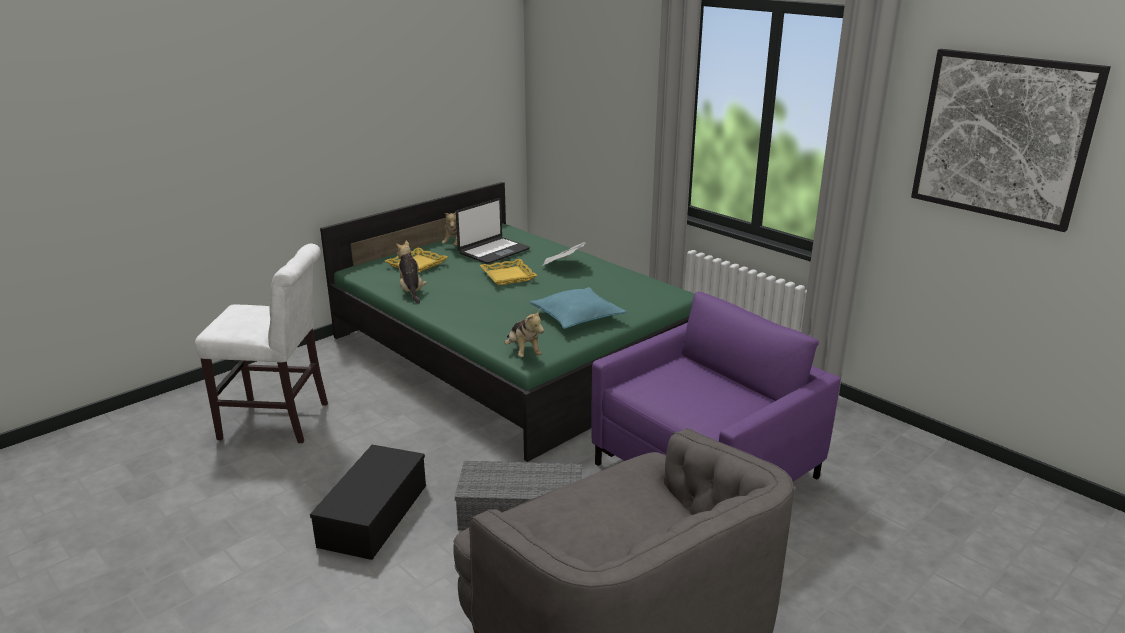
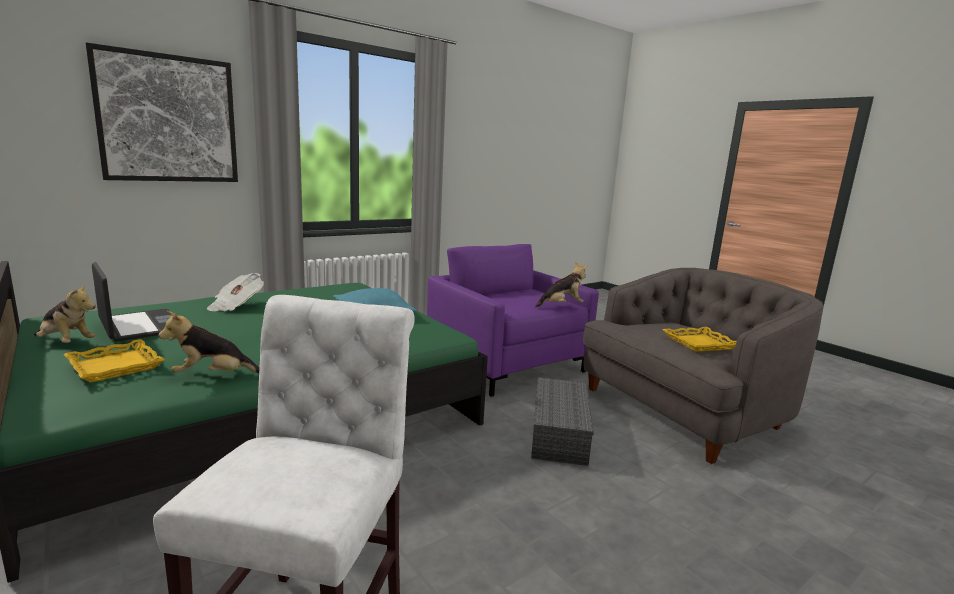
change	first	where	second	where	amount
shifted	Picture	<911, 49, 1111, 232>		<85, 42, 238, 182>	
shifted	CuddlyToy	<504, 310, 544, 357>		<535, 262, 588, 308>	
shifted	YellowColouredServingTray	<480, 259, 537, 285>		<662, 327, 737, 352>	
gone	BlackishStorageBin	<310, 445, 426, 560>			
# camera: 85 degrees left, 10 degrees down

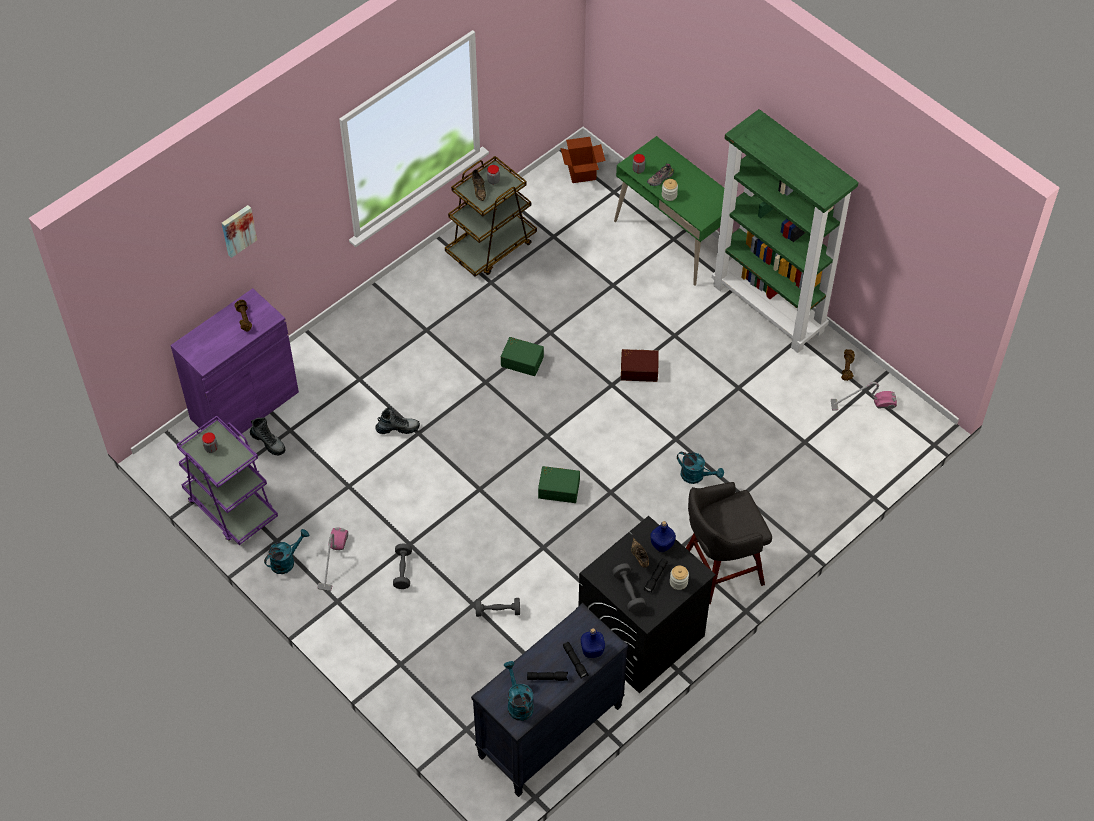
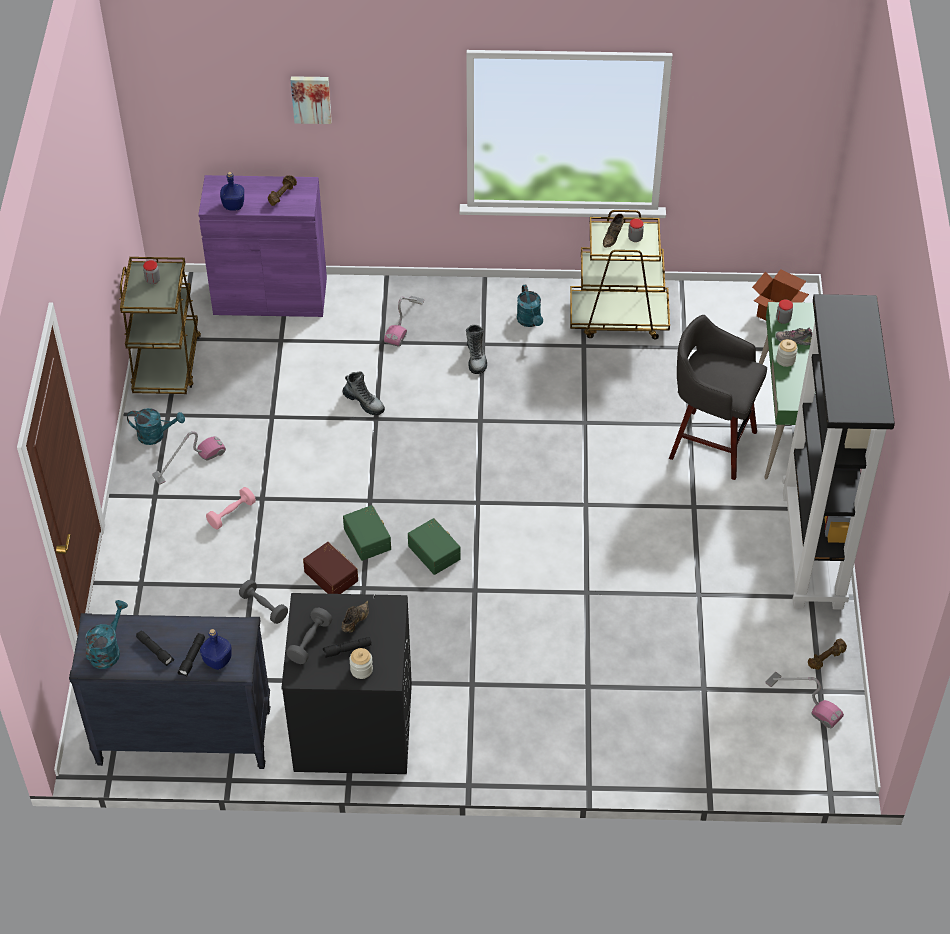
change	first	where	second	where	amount
repainted	PurpleWheeledCart	<176, 416, 278, 545>	BrownishWheeledCart	<119, 257, 201, 394>	
repainted	GreyishDumbbell	<393, 543, 412, 589>	PinkDumbbell	<206, 487, 256, 530>	
shifted	BlueColouredDrinkBottle	<650, 521, 676, 552>		<220, 172, 244, 211>	
shifted	BrownishStorageBin	<621, 349, 659, 382>		<303, 542, 358, 594>	
shifted	GreenStorageBin	<501, 337, 544, 376>		<343, 505, 391, 561>	
new			Vacuum	<384, 296, 424, 347>	
shifted	HighTopBoot	<250, 417, 285, 455>		<466, 325, 487, 374>	
shifted	BlueGreenSprinklingCan	<677, 452, 724, 484>		<517, 284, 543, 327>	
shifted	GreyishStoolSeat	<686, 482, 772, 604>		<669, 315, 767, 480>	
repainted	GreenBookshelf	<712, 109, 859, 353>	BlackishBookshelf	<782, 294, 895, 610>	
# camera: 45 degrees right, 5 degrees down

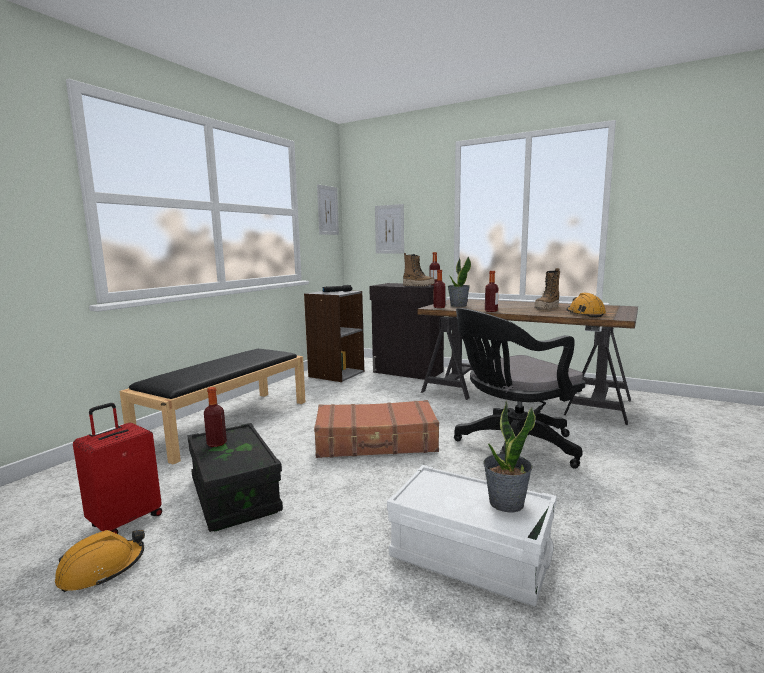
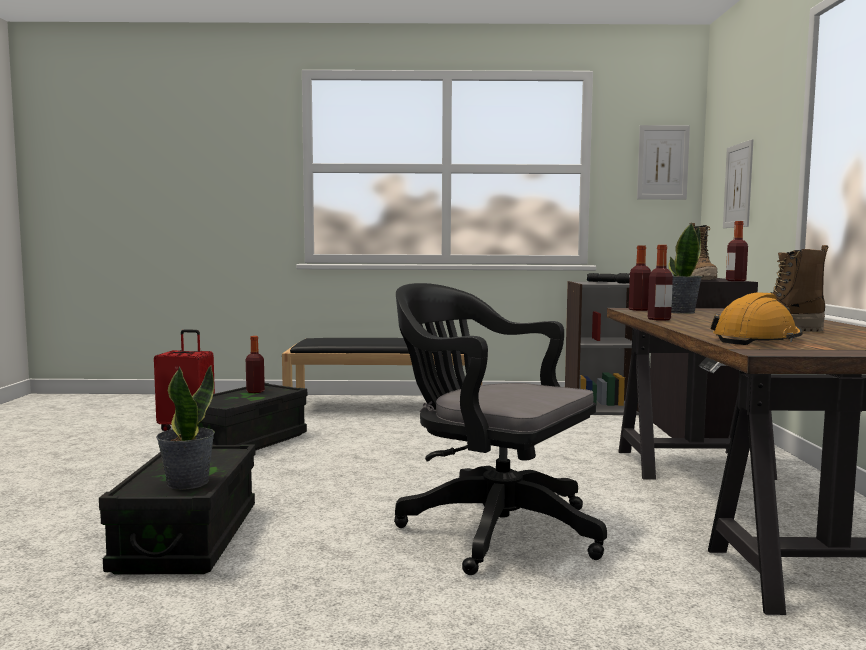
change	first	where	second	where	amount
repainted	WhitishStorageBin	<387, 465, 557, 606>	BlackishStorageBin	<99, 444, 256, 574>	
gone	OrangeColouredSafetyHelmet	<55, 530, 145, 592>			
gone	BrownishSuitcase	<314, 400, 439, 458>			
# camera: 60 degrees right, 5 degrees down

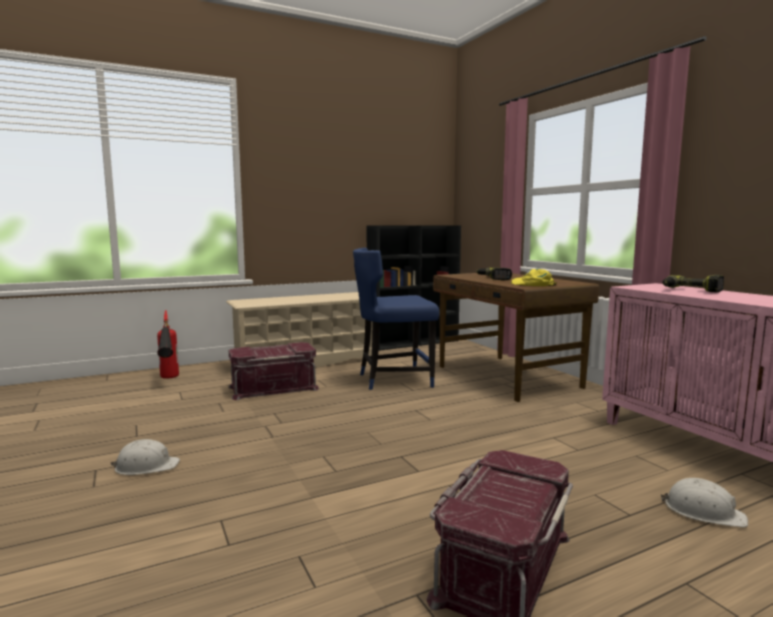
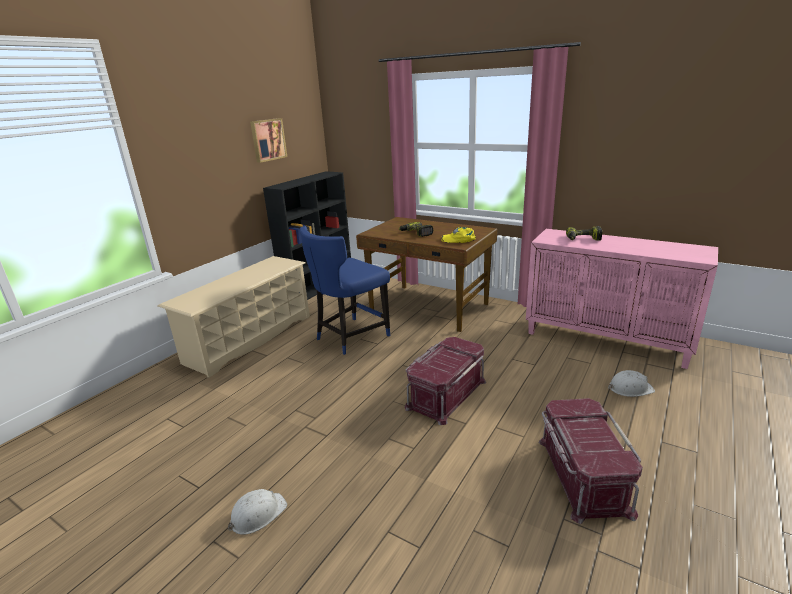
change	first	where	second	where	amount
new			Picture	<250, 118, 287, 163>	
shifted	RedStorageBin	<228, 342, 319, 400>		<405, 337, 486, 425>	
gone	Extinguisher	<157, 310, 179, 379>			
# camera: 30 degrees left, 15 degrees up

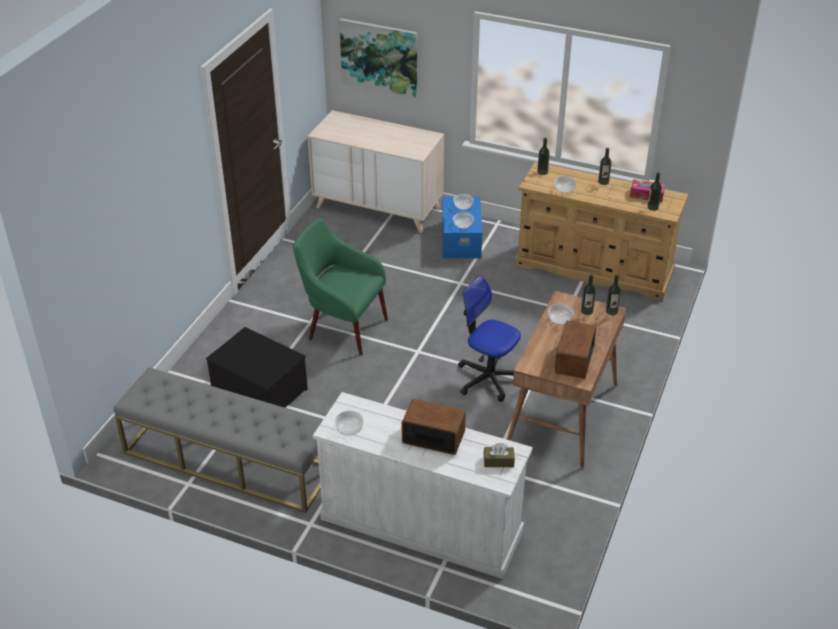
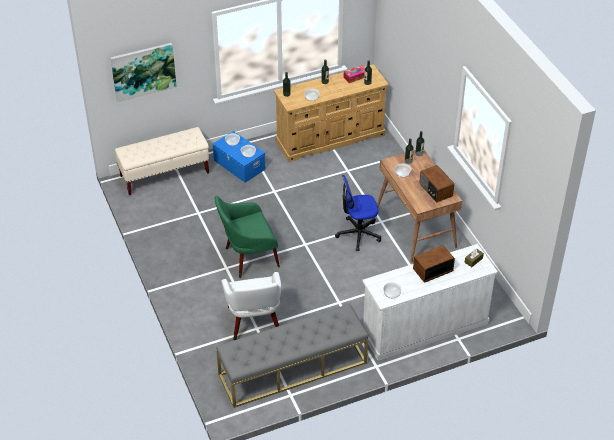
change	first	where	second	where	amount
swapped	BeigeChestOfDrawers	<308, 110, 444, 233>	BeigeIndoorBench	<115, 127, 209, 195>	
swapped	StorageBin	<206, 327, 308, 408>	WhitishEasyChair	<221, 272, 281, 340>	
# camera: 45 degrees left, 5 degrees up

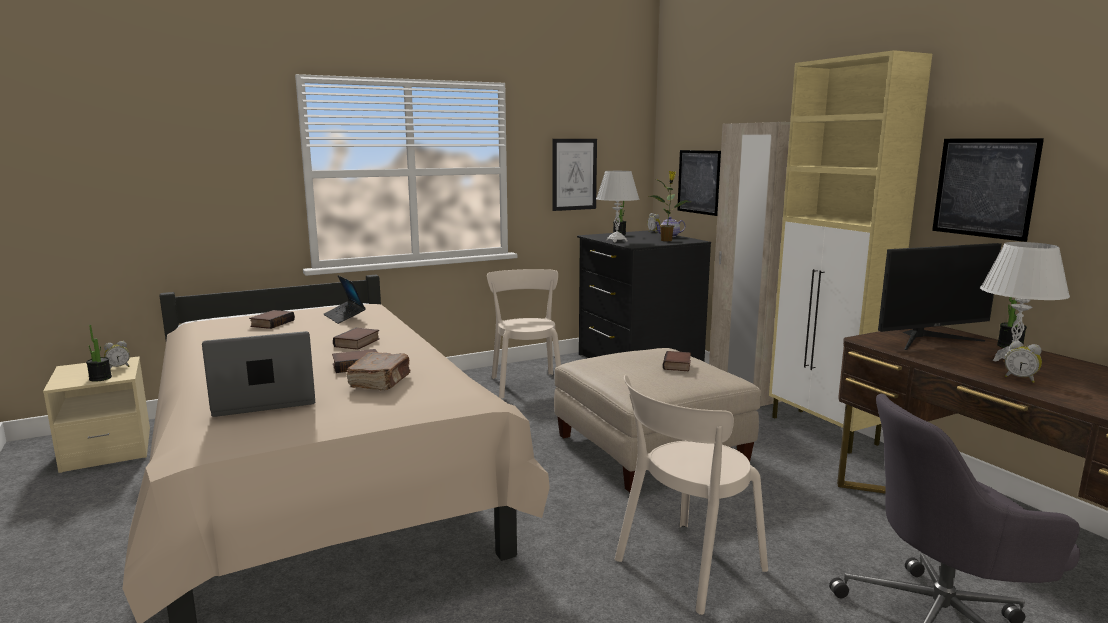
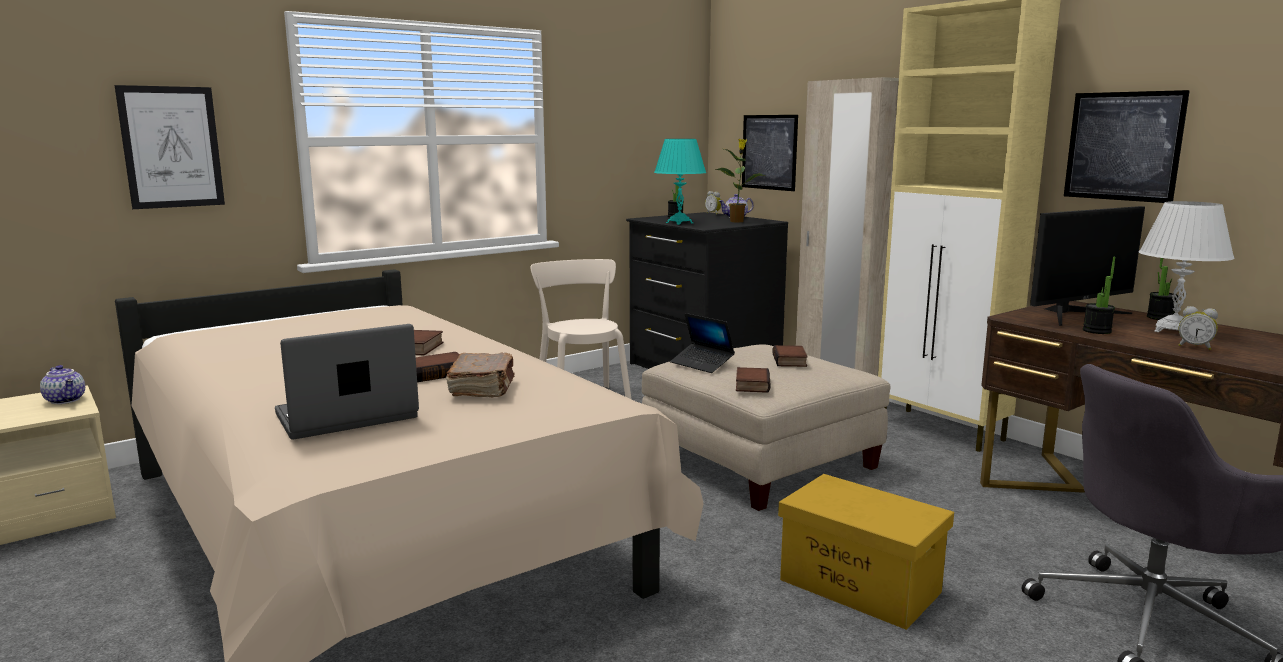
change	first	where	second	where	amount
swapped	TableClock	<104, 341, 130, 369>	TeaPot	<40, 365, 85, 404>	
shifted	Picture	<552, 139, 597, 211>		<115, 85, 225, 209>	
repainted	WhitishTabletopLamp	<596, 171, 639, 242>	BlueGreenTabletopLamp	<654, 139, 706, 225>	
shifted	NotebookComputer	<324, 275, 366, 324>		<670, 313, 735, 373>	
shifted	Volume	<249, 310, 295, 329>		<736, 367, 771, 393>	
swapped	BeigeChair	<615, 375, 768, 615>	YellowColouredStorageBin	<778, 474, 954, 630>	
shifted	Houseplant	<86, 325, 112, 382>		<1083, 257, 1115, 334>	
# camera: 10 degrees left, 0 degrees up

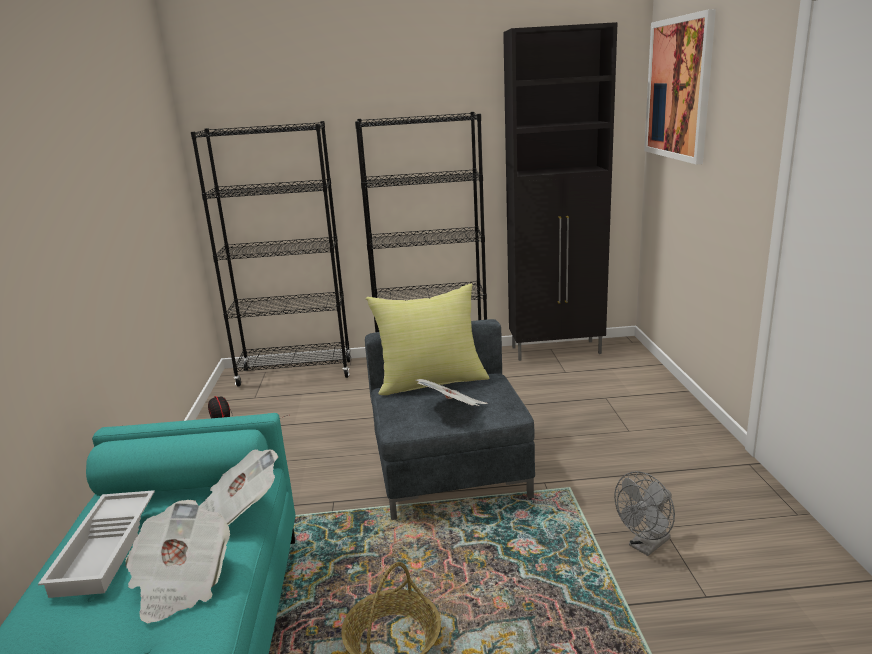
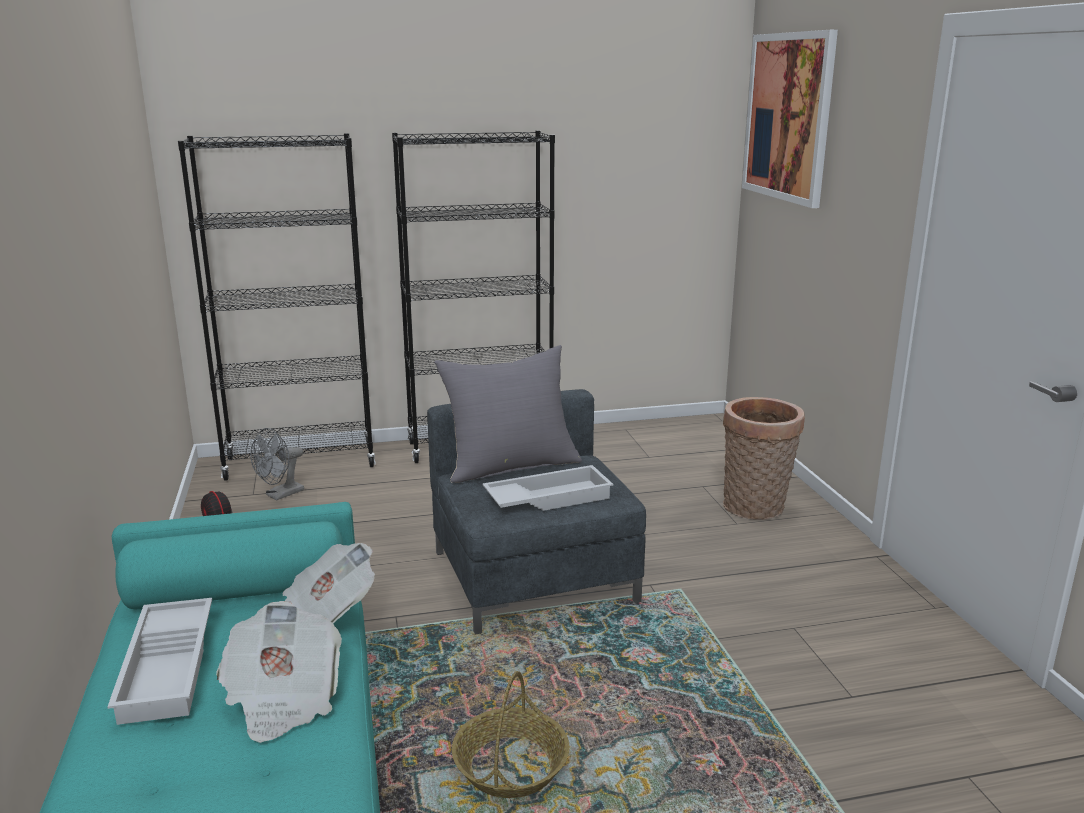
change	first	where	second	where	amount
shifted	GreyishElectricFan	<614, 471, 675, 556>		<250, 428, 304, 501>	
repainted	YellowColouredCushion	<366, 284, 489, 395>	GreyishCushion	<434, 345, 582, 483>	
swapped	DailyPaper	<415, 379, 488, 406>	WhitishServingTray	<482, 465, 613, 511>	
new			StorageBasket	<723, 397, 805, 520>	
gone	BlackishStorageCabinet	<503, 22, 618, 361>			
# camera: 10 degrees left, 0 degrees up

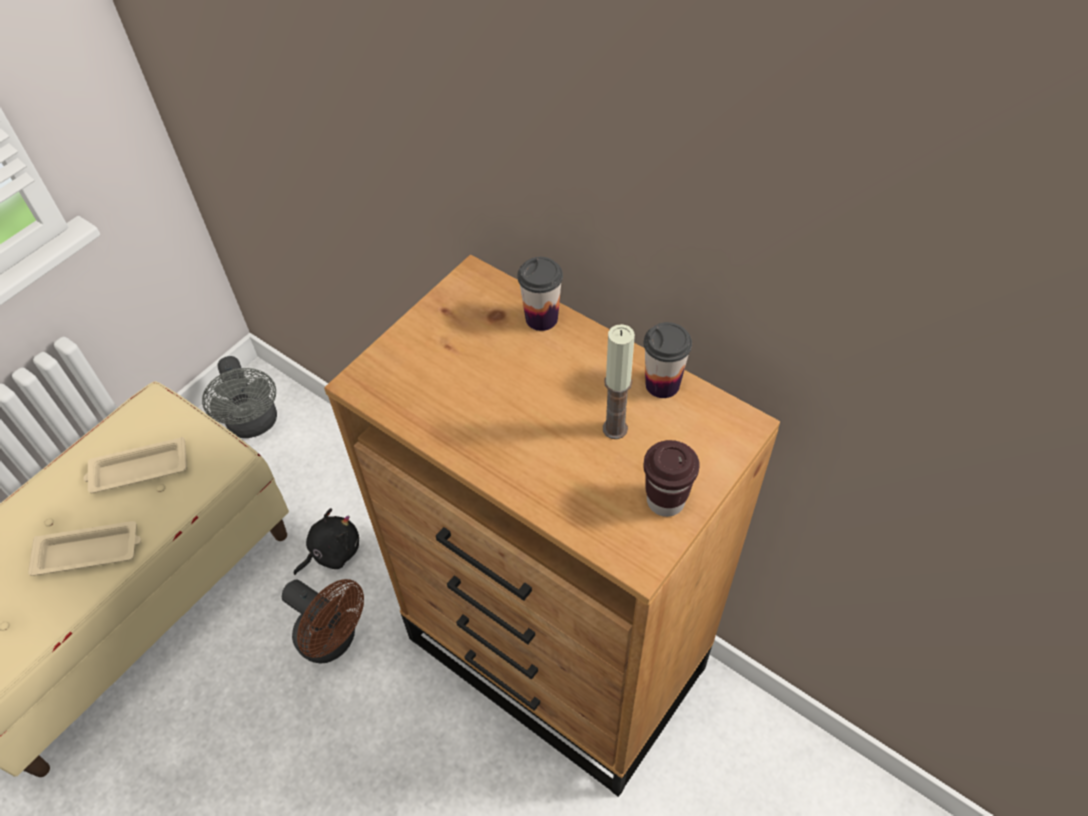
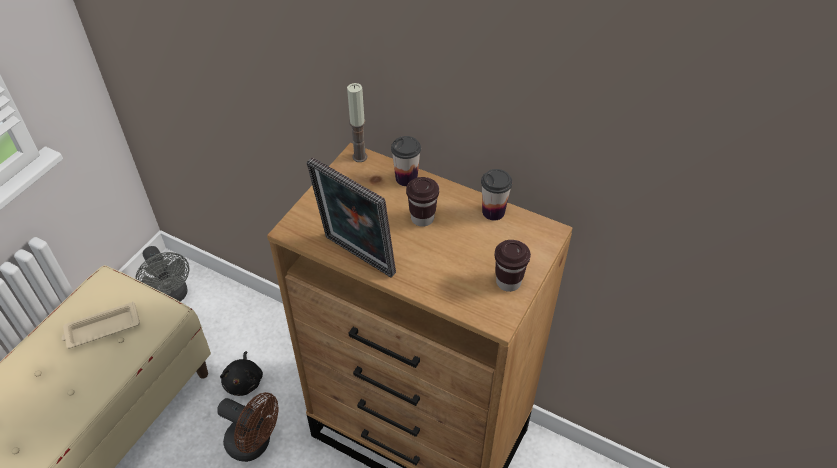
change	first	where	second	where	amount
rotated	BlackishCuddlyToy	<294, 508, 359, 575>		<220, 351, 263, 396>	135 degrees clockwise
new			PhotoFrame	<306, 157, 396, 277>	
shifted	Candle	<603, 324, 635, 439>		<347, 83, 368, 162>	
new			BrownishSmallCup	<406, 177, 439, 227>	
gone	BeigeServingTray	<28, 521, 141, 576>			
# camera: 10 degrees left, 5 degrees down

